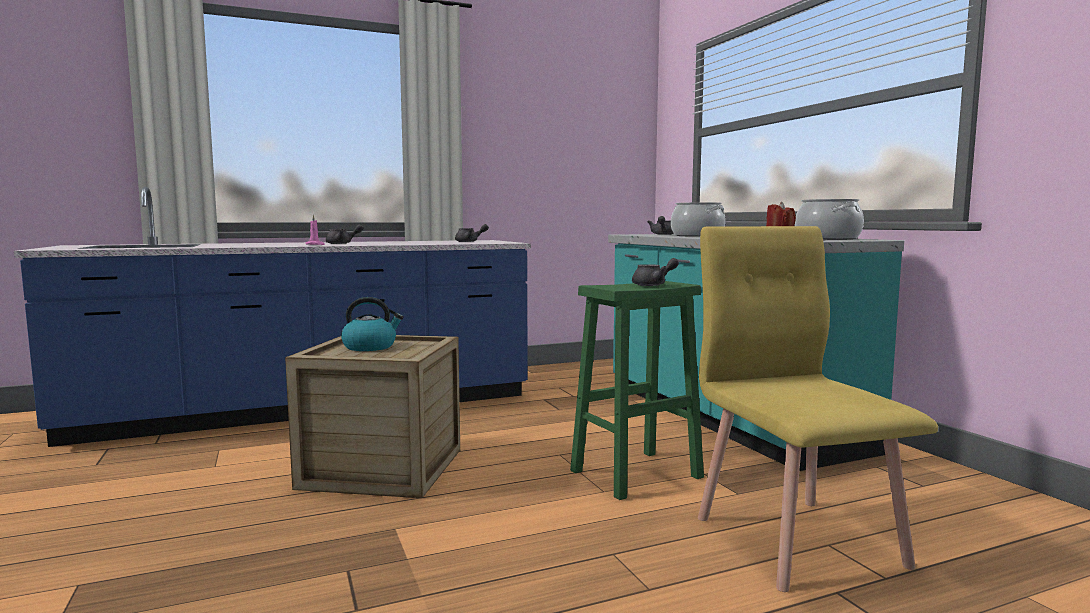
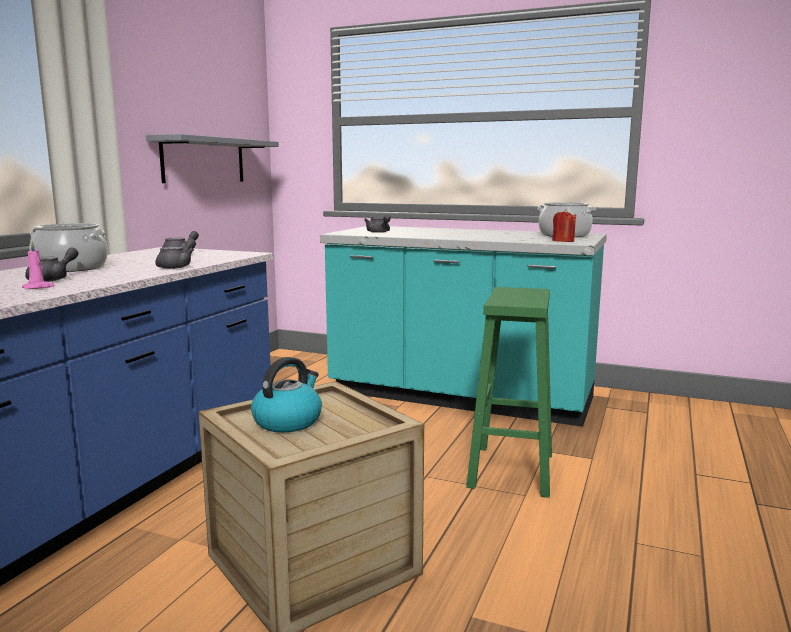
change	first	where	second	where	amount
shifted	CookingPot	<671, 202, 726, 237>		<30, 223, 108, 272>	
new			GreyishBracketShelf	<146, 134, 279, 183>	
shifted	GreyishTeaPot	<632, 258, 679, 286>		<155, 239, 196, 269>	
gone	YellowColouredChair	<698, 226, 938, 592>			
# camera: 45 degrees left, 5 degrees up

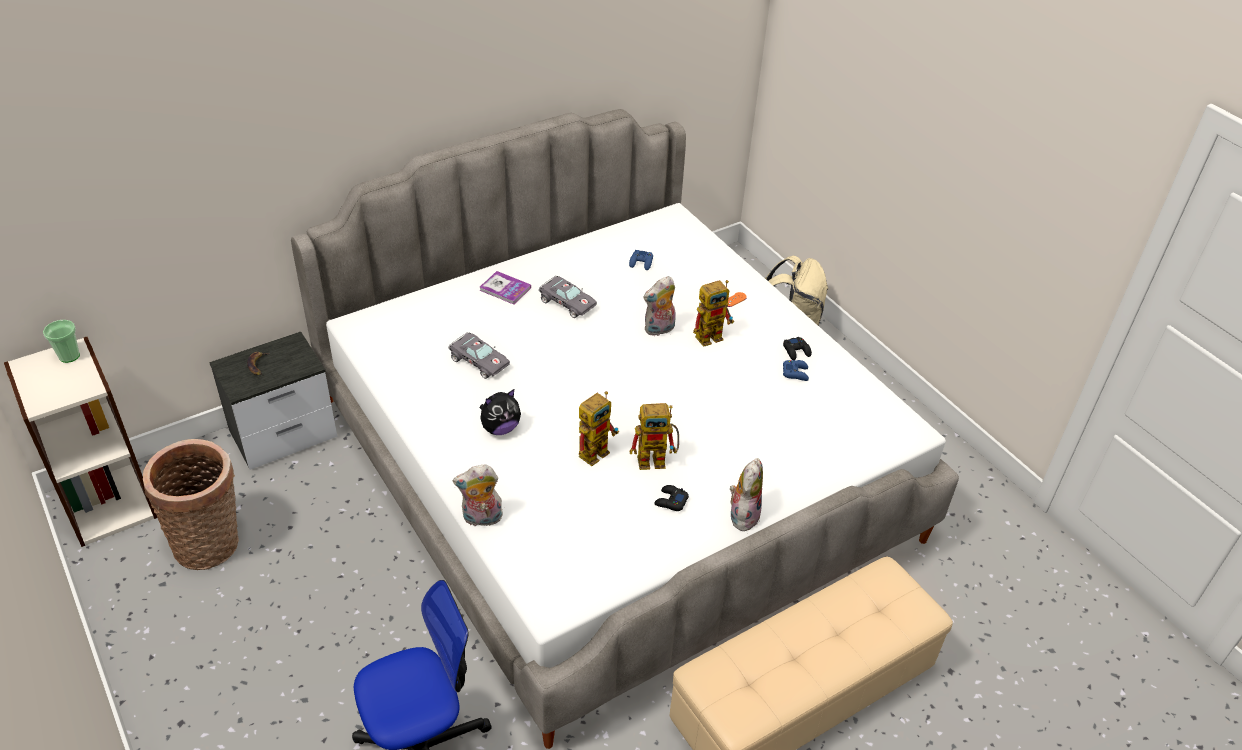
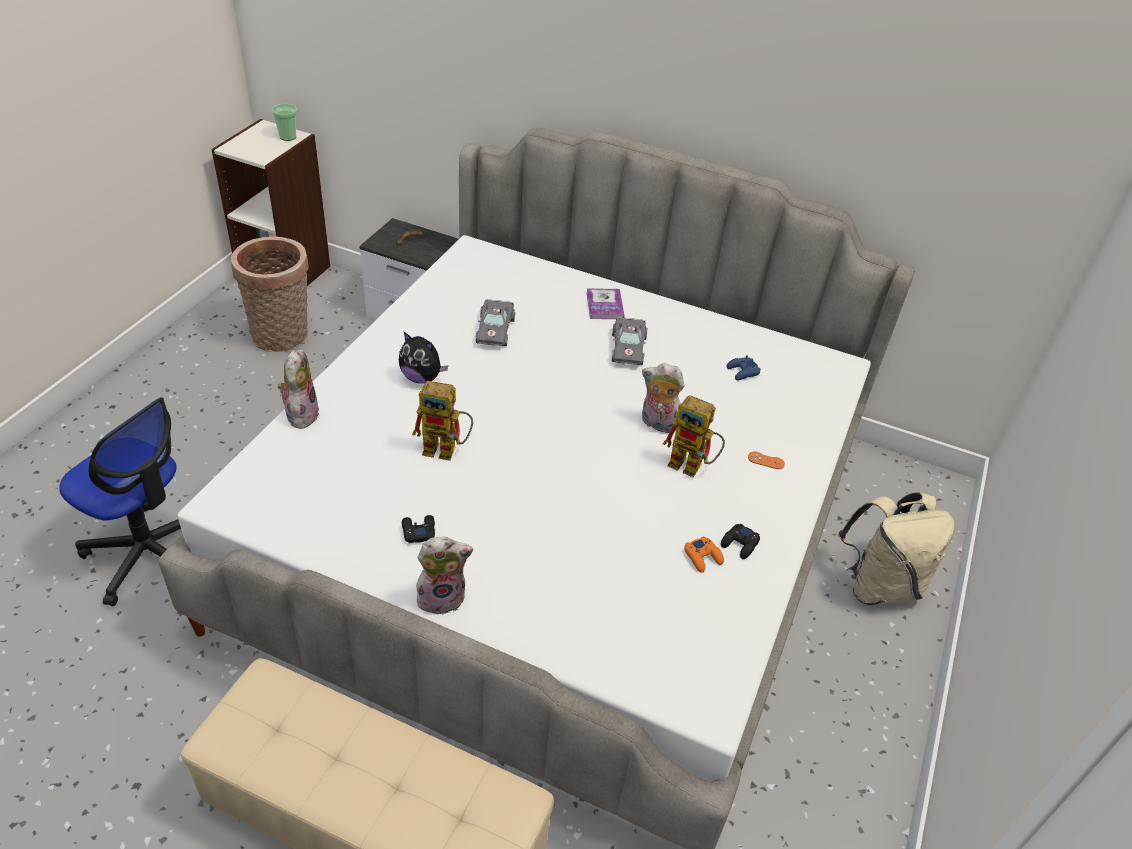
change	first	where	second	where	amount
rotated	CuddlyToy	<453, 465, 503, 529>		<278, 350, 319, 429>	45 degrees clockwise
repainted	BlueColouredJoypad	<783, 360, 809, 381>	OrangeColouredJoypad	<684, 536, 724, 573>	
gone	ModelRobot	<630, 403, 679, 470>			
# camera: 55 degrees right, 0 degrees up

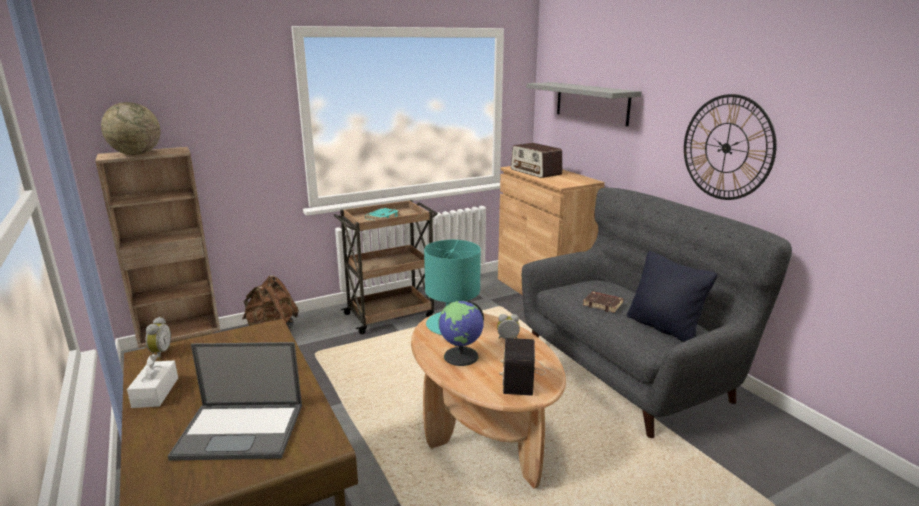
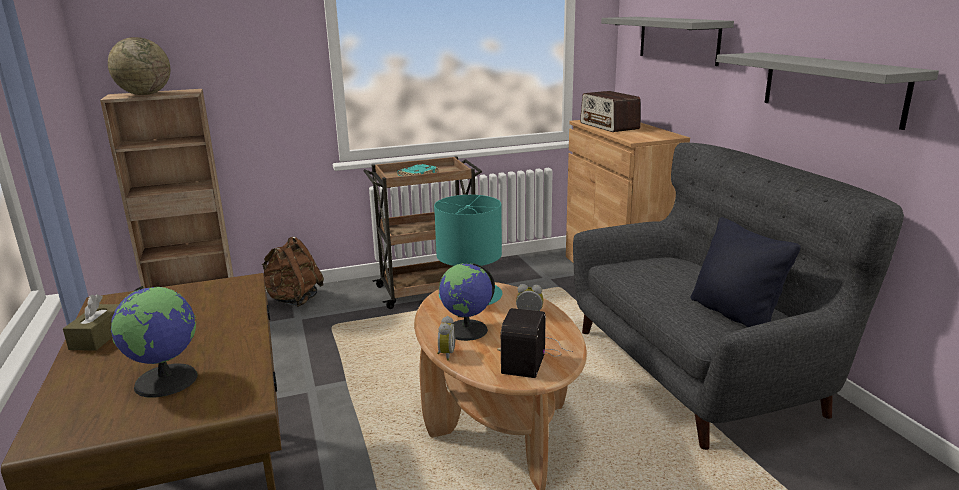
change	first	where	second	where	amount
repainted	WhitishTissueHolder	<127, 354, 178, 408>	BrownishTissueHolder	<63, 294, 119, 351>	
swapped	NotebookComputer	<168, 342, 302, 461>	WorldGlobe	<111, 286, 198, 398>	
shifted	TableClock	<146, 317, 171, 359>		<437, 316, 456, 361>	
swapped	HangingClock	<684, 94, 777, 200>	GreyishBracketShelf	<716, 52, 939, 130>	
gone	BrownishVolume	<583, 291, 623, 313>			
# camera: 10 degrees right, 0 degrees up

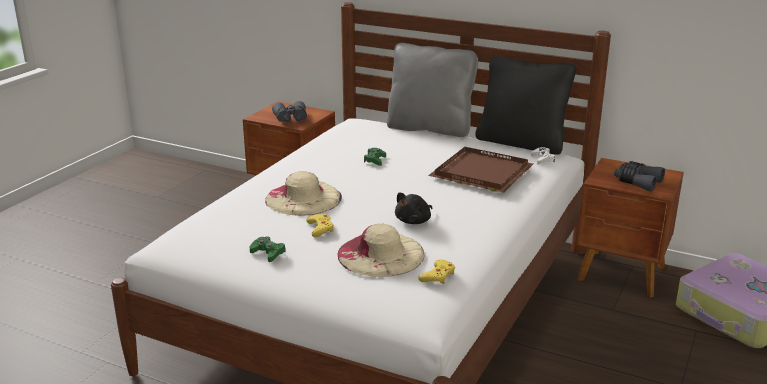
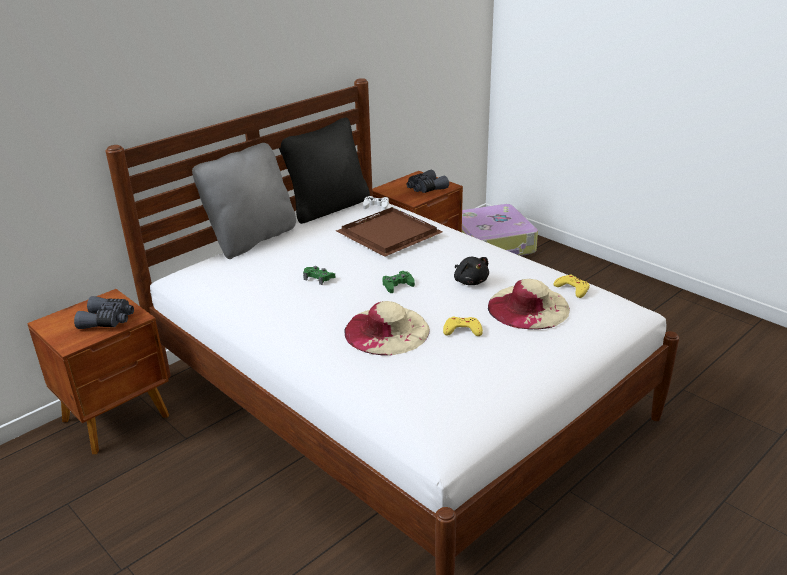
change	first	where	second	where	amount
shifted	GreenJoypad	<250, 236, 286, 262>		<382, 271, 415, 293>	
# camera: 70 degrees left, 5 degrees up

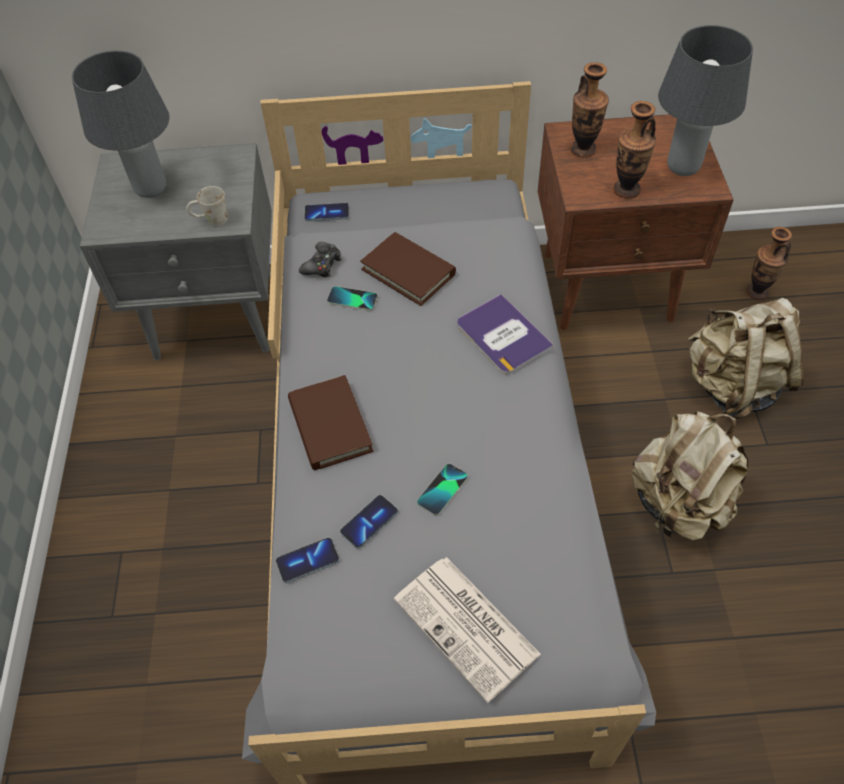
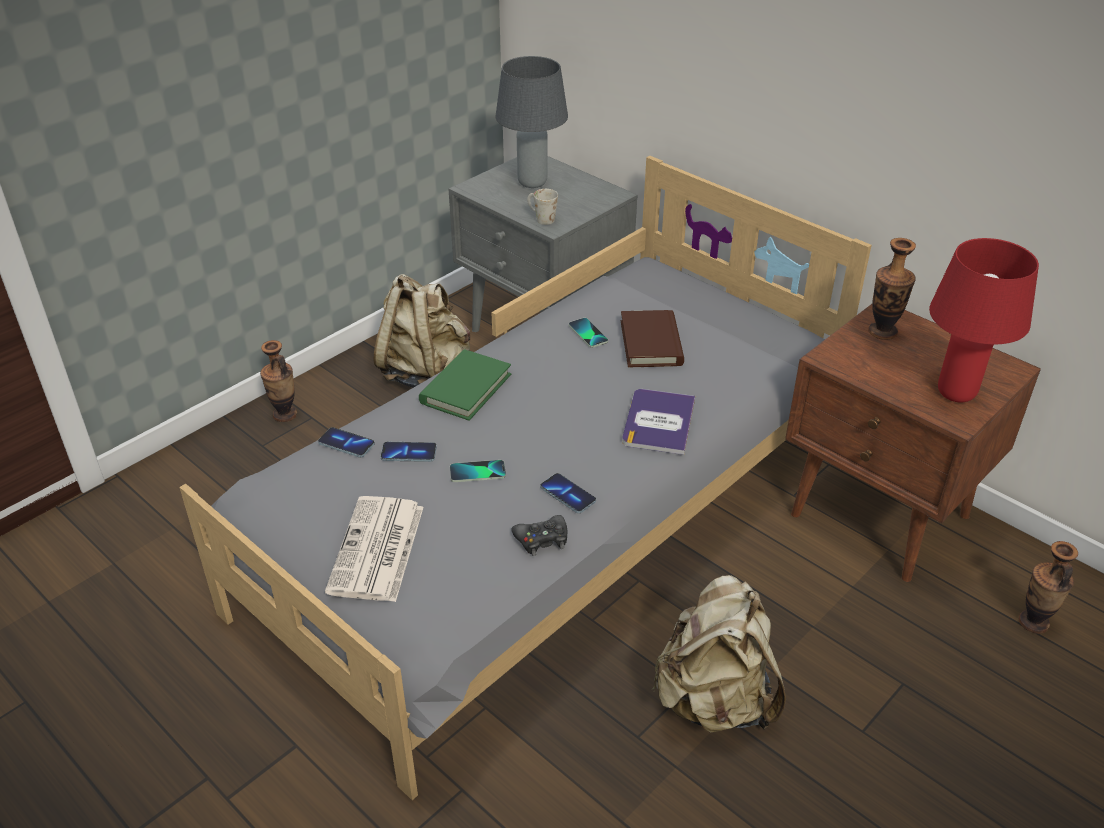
change	first	where	second	where	amount
shifted	Vase	<613, 101, 656, 199>		<260, 340, 297, 422>	
shifted	BeigeBackpack	<688, 297, 804, 419>		<374, 274, 470, 388>	
repainted	BrownishVolume	<288, 375, 373, 470>	GreenVolume	<419, 349, 511, 421>	
shifted	BlackishJoypad	<299, 242, 342, 278>		<512, 515, 567, 556>	
shifted	Phone	<304, 203, 349, 221>		<540, 473, 596, 513>	
repainted	GreyishTabletopLamp	<658, 25, 753, 176>	RedTabletopLamp	<929, 238, 1039, 402>	
# camera: 45 degrees right, 15 degrees down

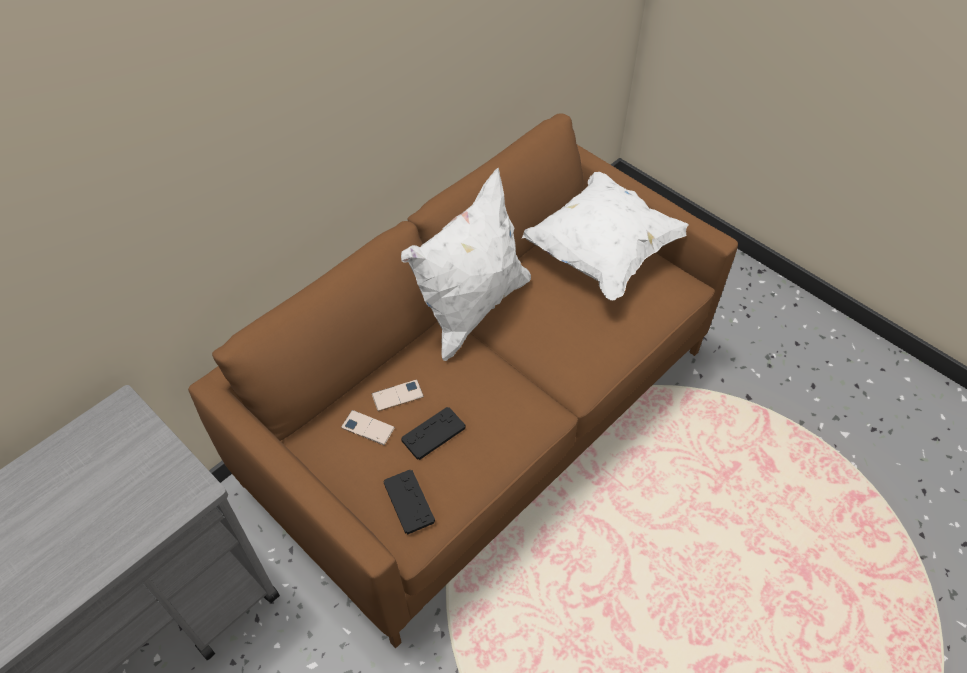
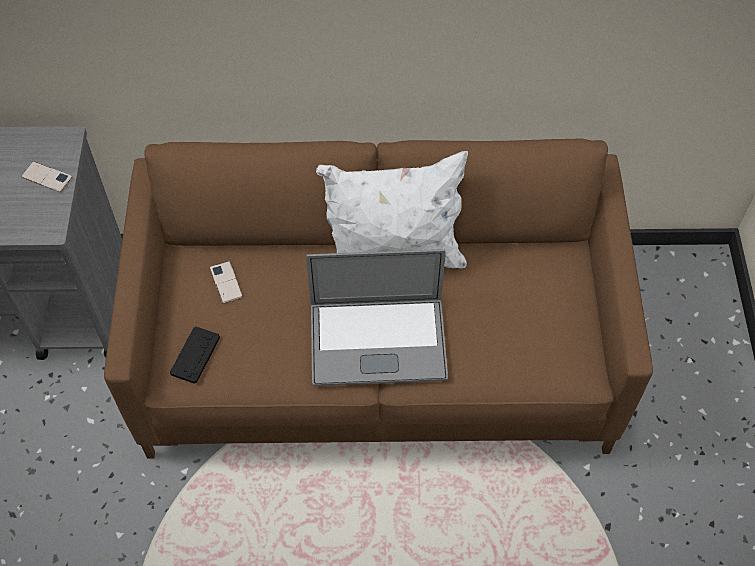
change	first	where	second	where	amount
shifted	Phone	<372, 380, 424, 411>		<21, 161, 72, 192>	
new			NotebookComputer	<306, 249, 448, 386>	
gone	BlackishJoypad	<401, 407, 465, 460>			
gone	WhitishCushion	<522, 172, 689, 300>			
# camera: 45 degrees right, 5 degrees up

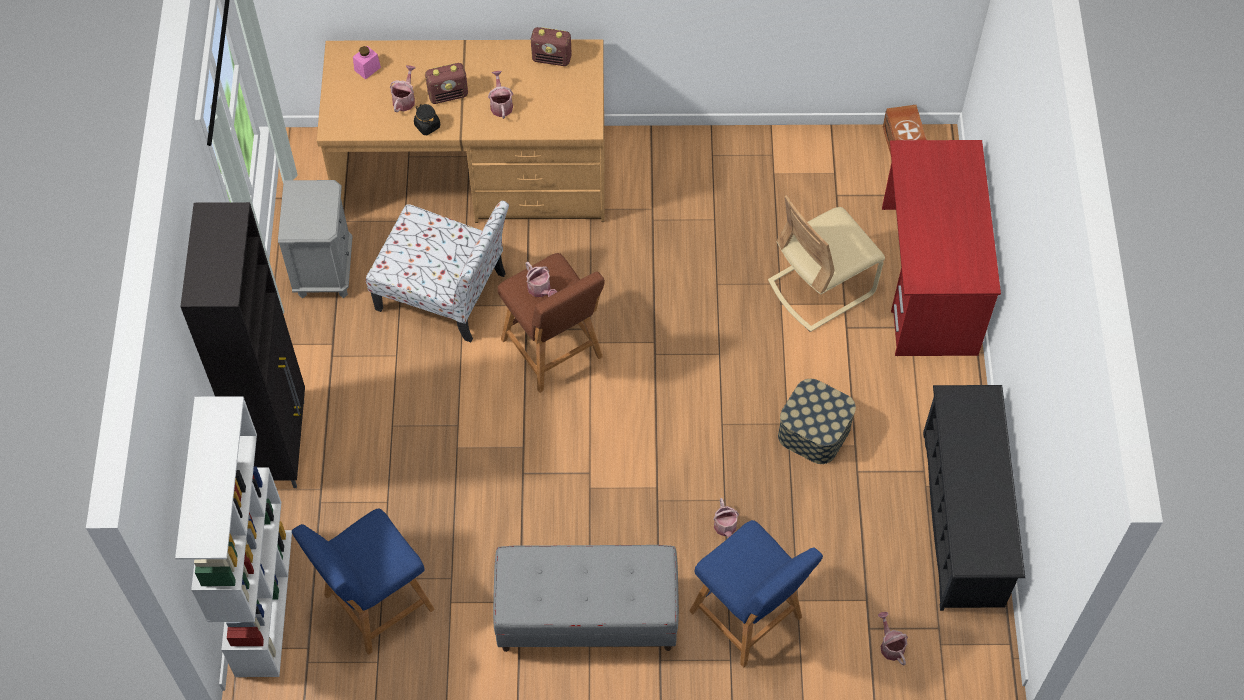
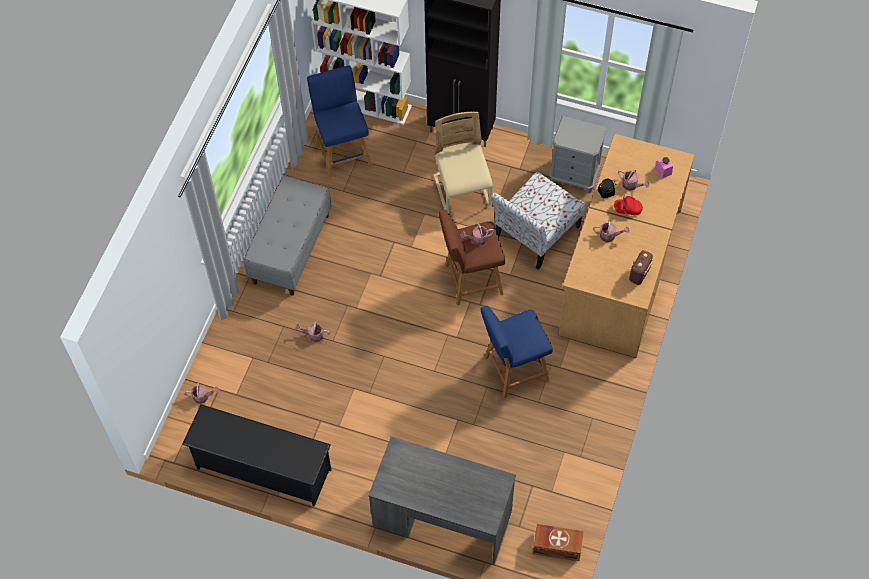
change	first	where	second	where	amount
repainted	RedDeskTable	<882, 140, 1001, 356>	GreyishDeskTable	<368, 436, 516, 565>	
shifted	BeigeChair	<768, 195, 885, 332>		<434, 112, 493, 213>	
shifted	BlueColouredStoolSeat	<690, 520, 823, 668>		<481, 306, 552, 398>	
swapped	RadioReceiver	<425, 63, 468, 104>	RedBaseballCap	<614, 196, 643, 215>	
gone	StorageBin	<778, 379, 856, 464>			
# camera: 110 degrees right, 0 degrees up

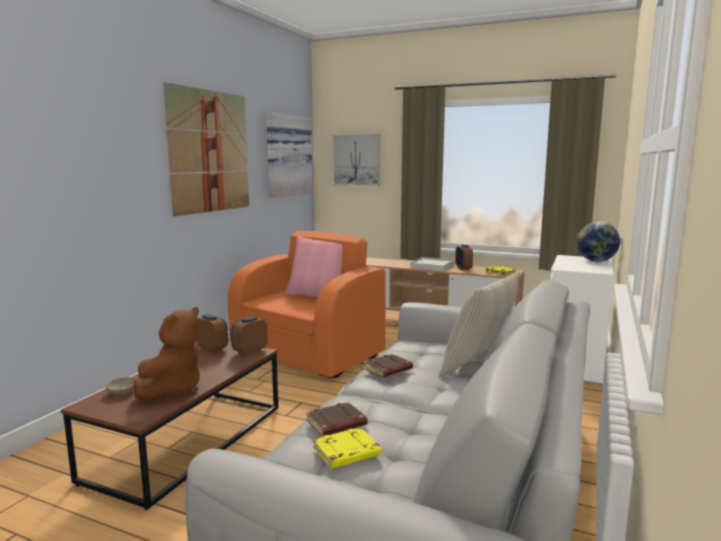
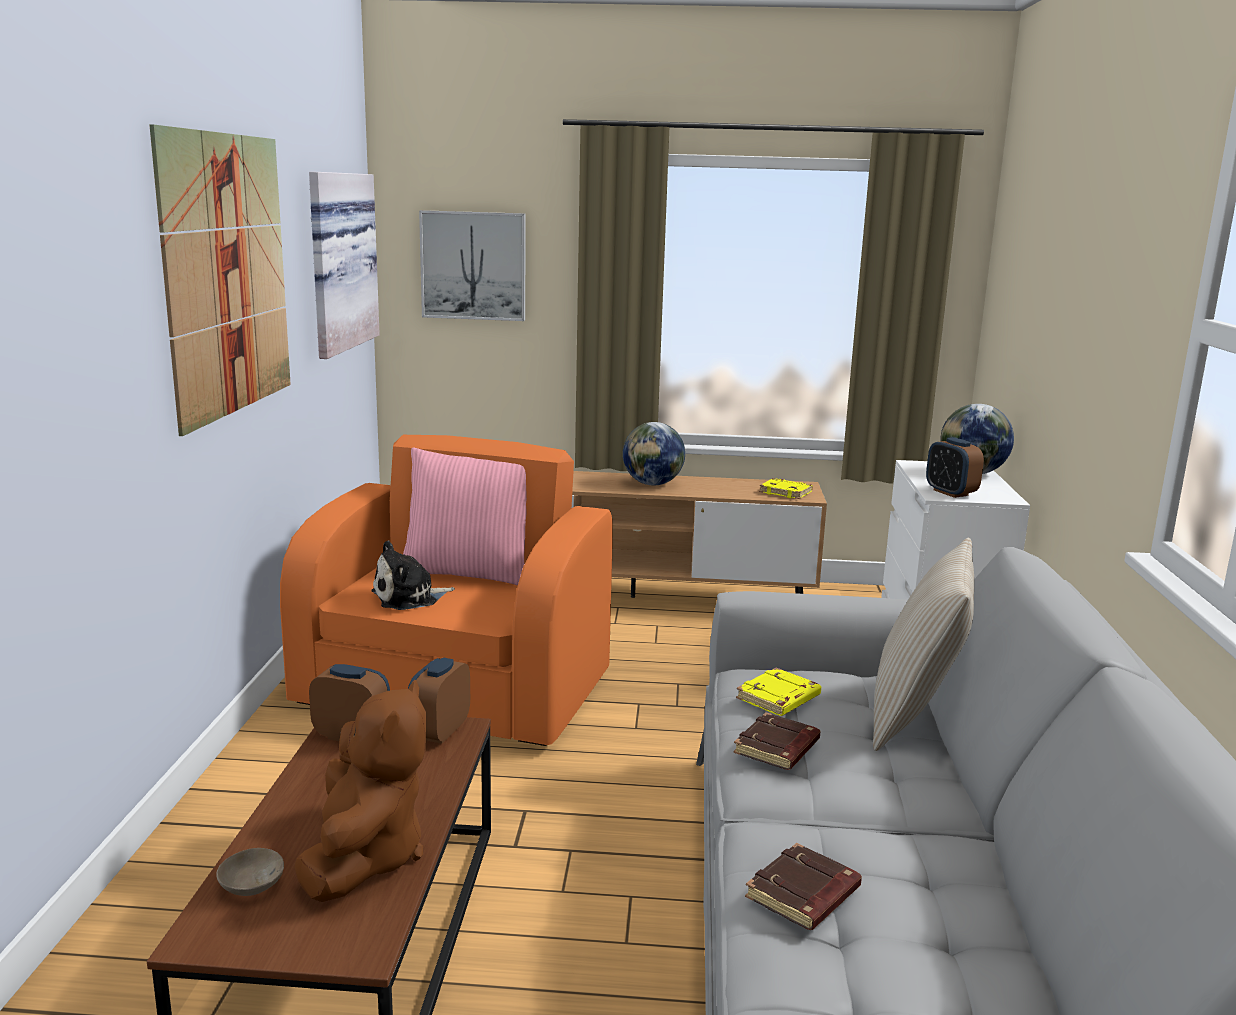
change	first	where	second	where	amount
new			CuddlyToy	<371, 540, 455, 610>	
swapped	WhitishServingTray	<410, 257, 454, 271>	WorldGlobe	<623, 422, 685, 485>	
shifted	YellowColouredVolume	<313, 427, 382, 469>		<736, 668, 821, 716>	
shifted	TableClock	<455, 244, 473, 270>		<926, 437, 984, 498>	
# camera: 20 degrees left, 5 degrees up

